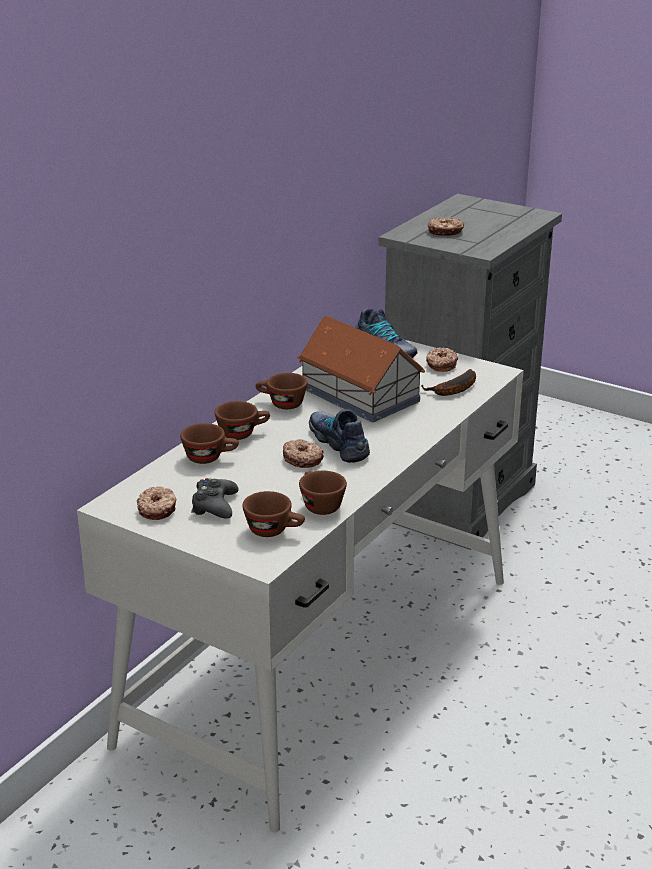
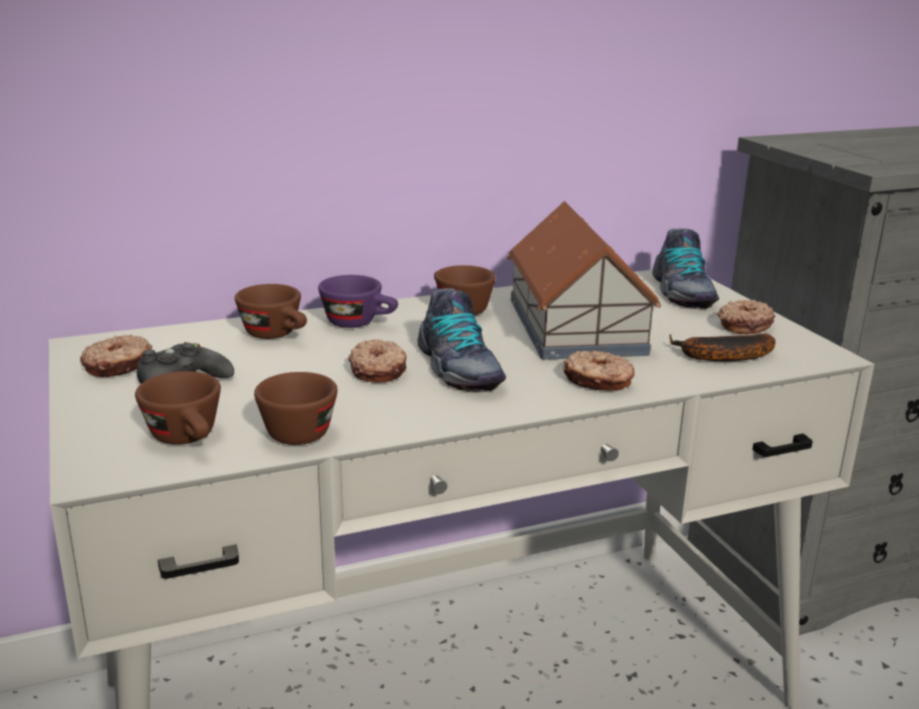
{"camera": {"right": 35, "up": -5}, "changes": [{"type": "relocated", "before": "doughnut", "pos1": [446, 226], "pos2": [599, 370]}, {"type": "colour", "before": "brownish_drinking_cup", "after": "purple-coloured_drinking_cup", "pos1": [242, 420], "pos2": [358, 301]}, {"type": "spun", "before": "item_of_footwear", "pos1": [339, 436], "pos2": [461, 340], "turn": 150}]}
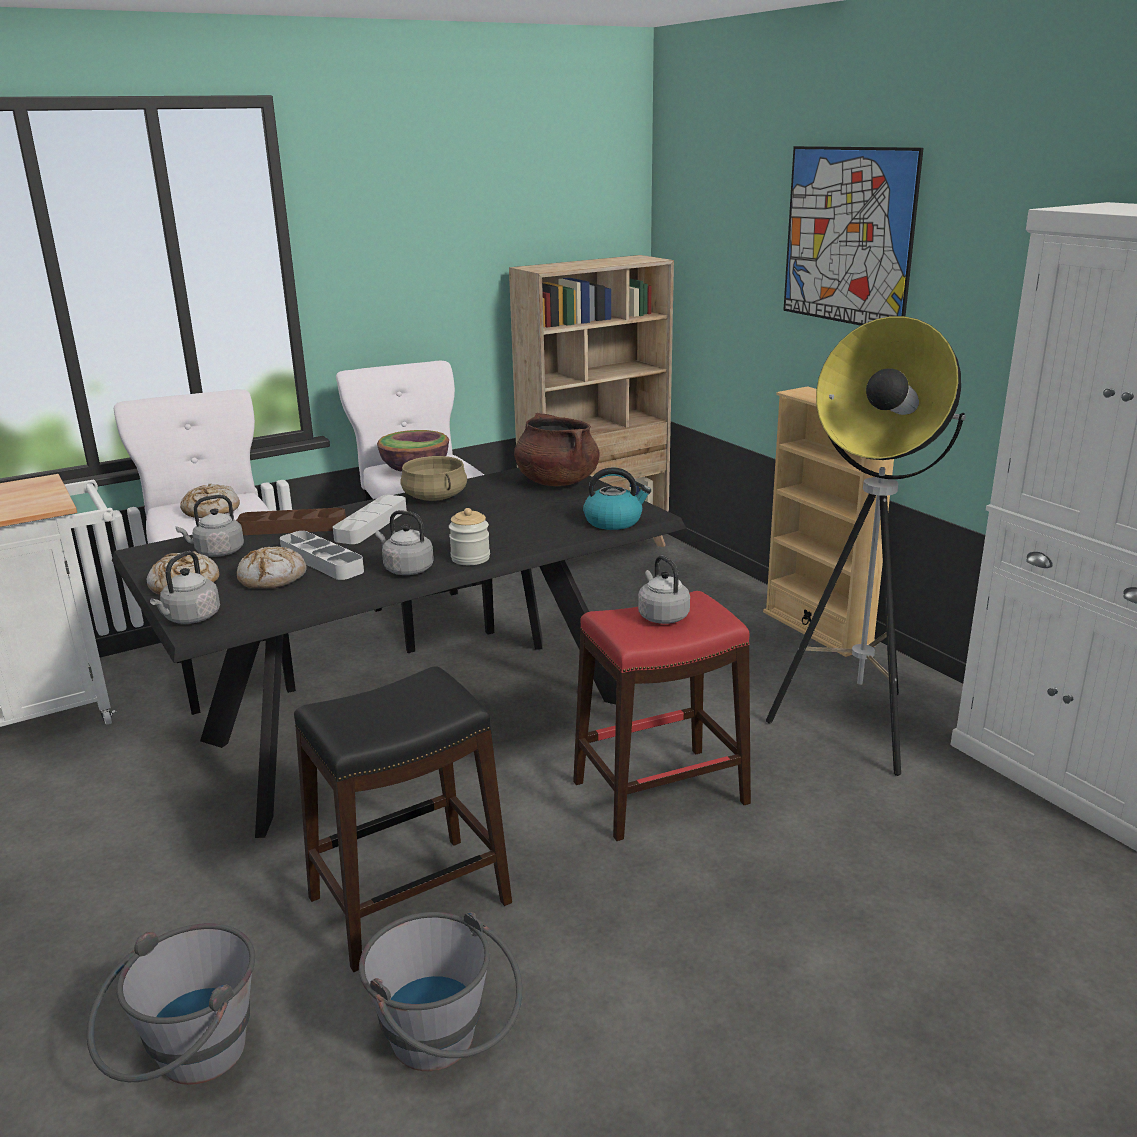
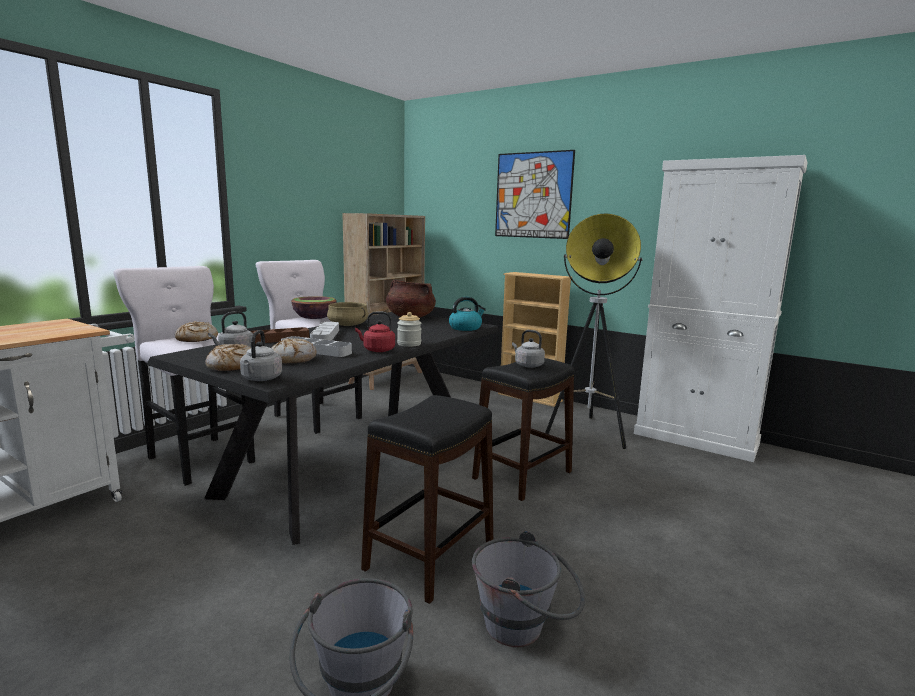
{"camera": {"right": -25, "up": -10}, "changes": [{"type": "colour", "before": "grey_kettle", "after": "red-coloured_kettle", "pos1": [405, 542], "pos2": [375, 332]}, {"type": "colour", "before": "red-coloured_stool_seat", "after": "black_stool_seat", "pos1": [662, 716], "pos2": [523, 429]}]}
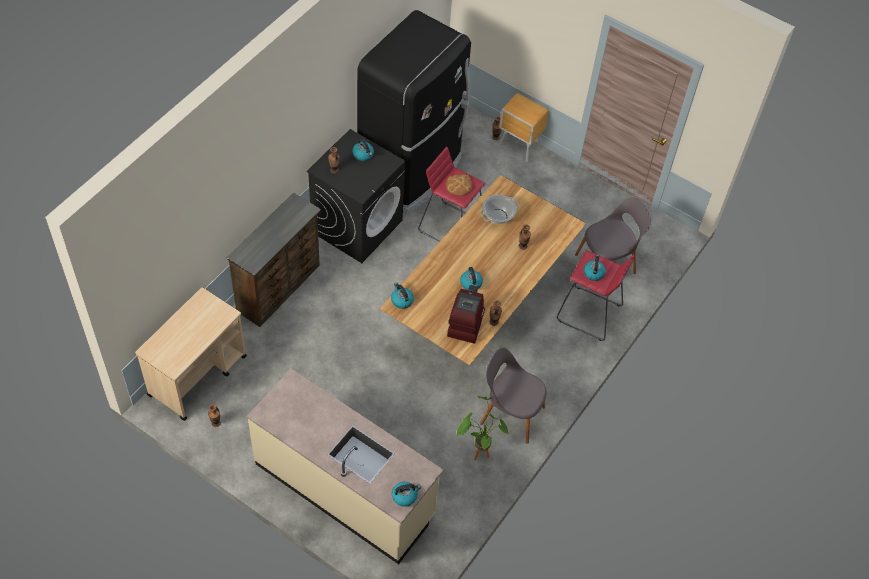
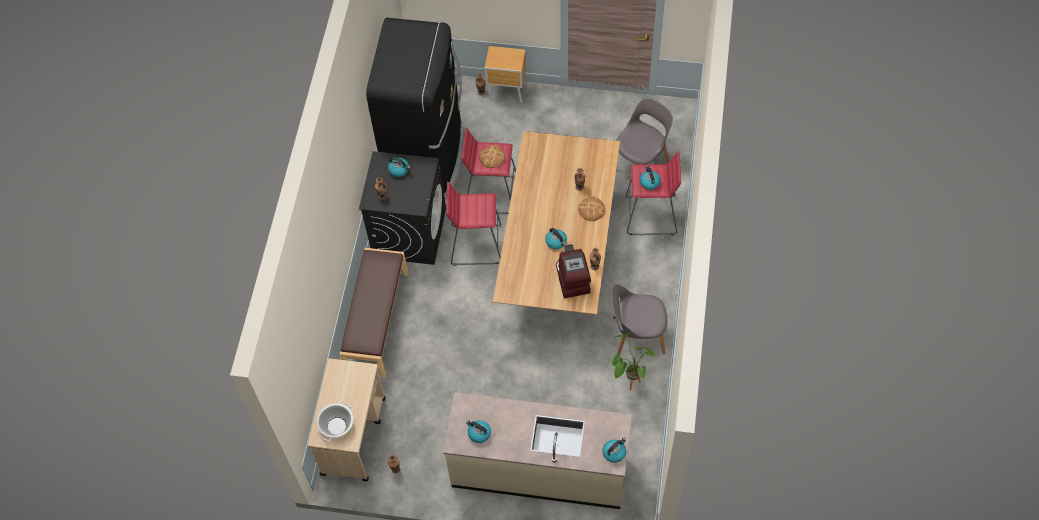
{"camera": {"right": -20, "up": 5}, "changes": [{"type": "appeared", "after": "red-coloured_stool_seat", "pos2": [473, 224]}, {"type": "appeared", "after": "baked_bread", "pos2": [591, 208]}, {"type": "relocated", "before": "kettle", "pos1": [402, 296], "pos2": [478, 431]}, {"type": "relocated", "before": "cooking_pot", "pos1": [499, 209], "pos2": [335, 421]}, {"type": "exchanged", "before": "brownish_dresser", "after": "brownish_long_seat", "pos1": [273, 259], "pos2": [374, 313]}]}
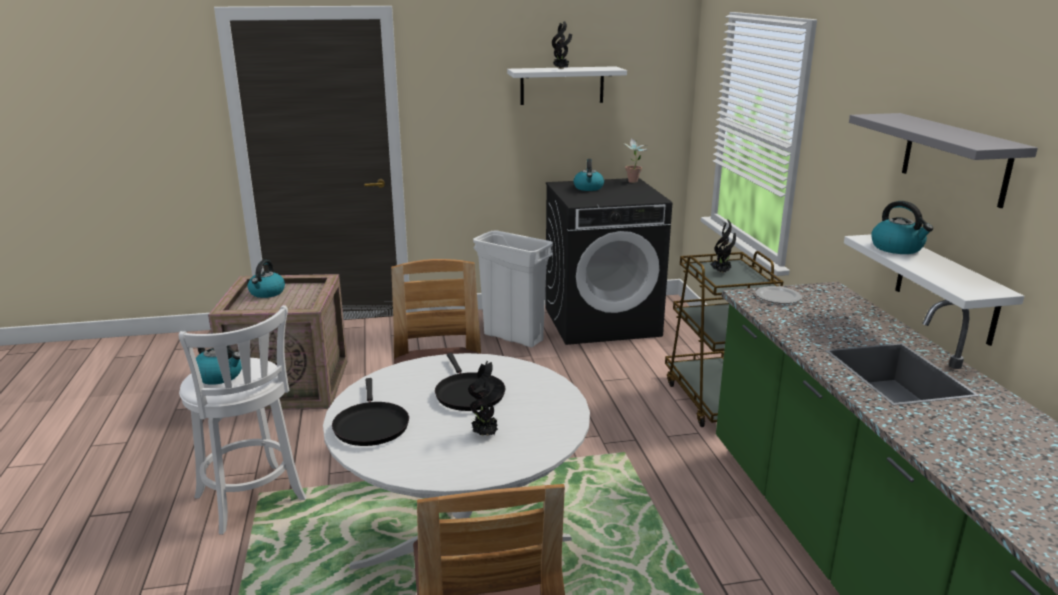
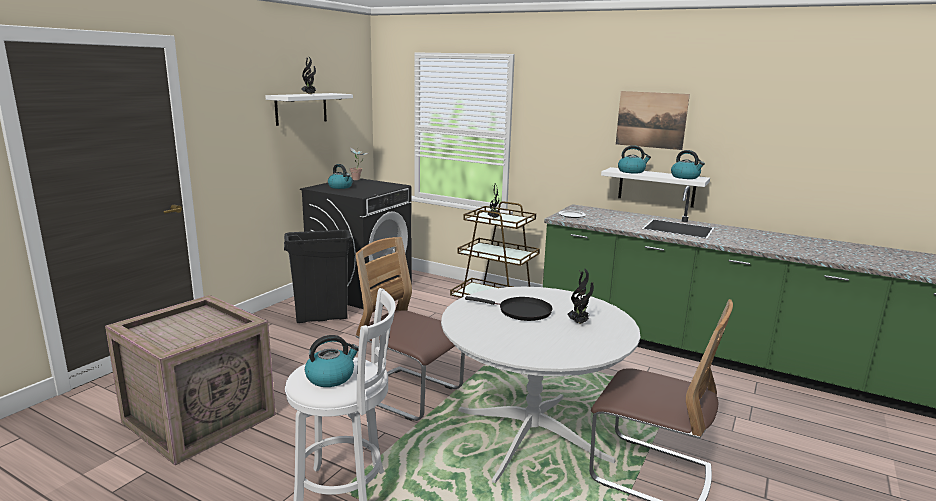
{"camera": {"right": -50, "up": -5}, "changes": [{"type": "missing", "before": "black_pan", "pos1": [370, 412]}, {"type": "relocated", "before": "kettle", "pos1": [266, 279], "pos2": [688, 164]}, {"type": "exchanged", "before": "grey_shelf", "after": "wall_picture", "pos1": [943, 160], "pos2": [653, 120]}, {"type": "colour", "before": "white-coloured_rubbish_bin", "after": "black_rubbish_bin", "pos1": [513, 289], "pos2": [318, 276]}]}
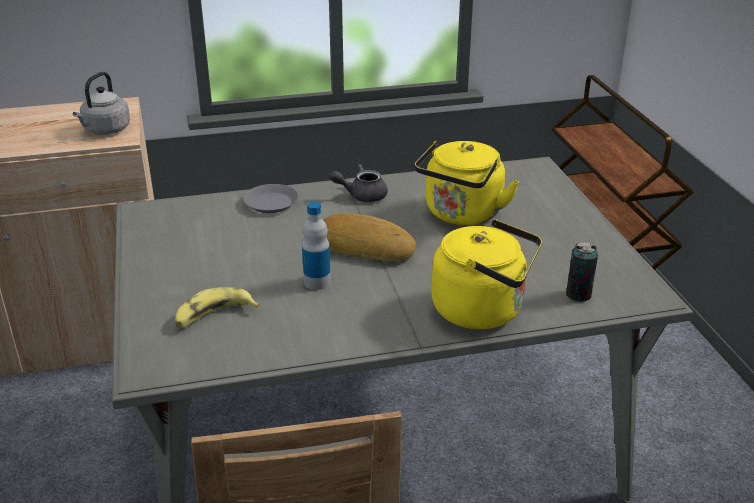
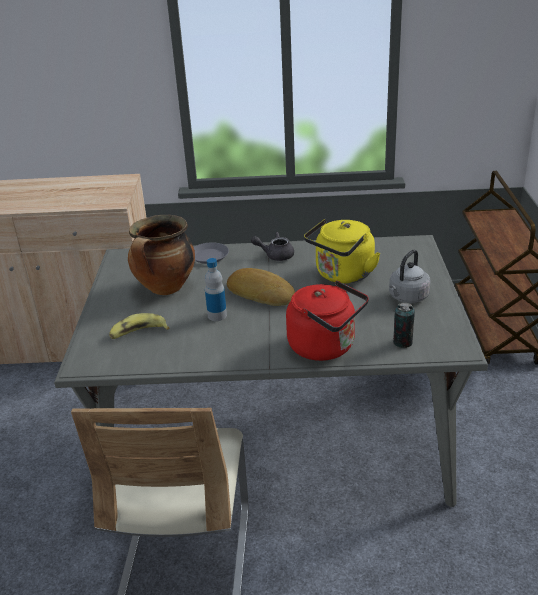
{"camera": {"right": 15, "up": 0}, "changes": [{"type": "appeared", "after": "cooking_pot", "pos2": [161, 255]}, {"type": "relocated", "before": "grey_kettle", "pos1": [101, 103], "pos2": [409, 276]}, {"type": "colour", "before": "yellow_kettle", "after": "red-coloured_kettle", "pos1": [486, 274], "pos2": [327, 321]}]}
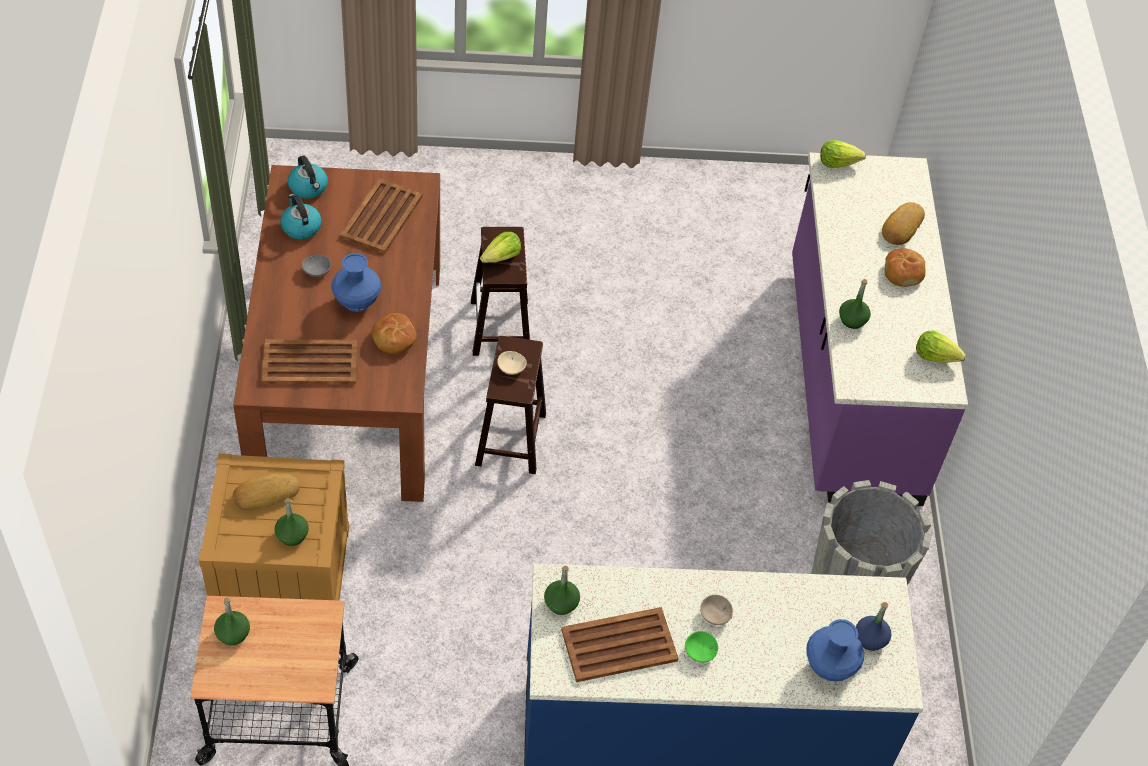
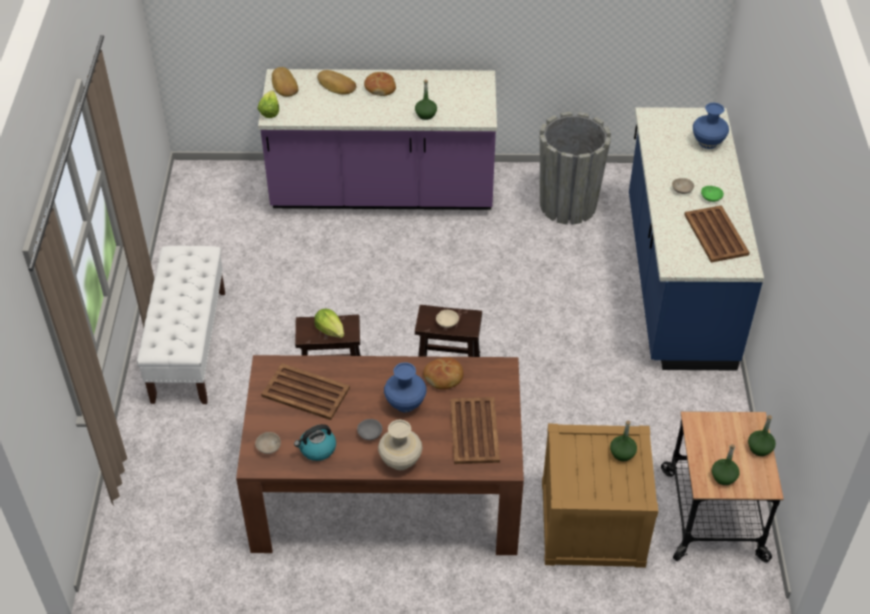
{"camera": {"right": -85, "up": -5}, "changes": [{"type": "missing", "before": "blue_bottle", "pos1": [873, 626]}, {"type": "missing", "before": "head_of_lettuce", "pos1": [941, 346]}, {"type": "appeared", "after": "white-coloured_long_seat", "pos2": [181, 325]}, {"type": "appeared", "after": "beige_decorative_vase", "pos2": [400, 445]}, {"type": "relocated", "before": "baked_bread", "pos1": [266, 492], "pos2": [285, 82]}, {"type": "relocated", "before": "greenish_bottle", "pos1": [562, 590], "pos2": [762, 435]}, {"type": "exchanged", "before": "kettle", "after": "beige_deep_dish", "pos1": [308, 177], "pos2": [268, 443]}]}
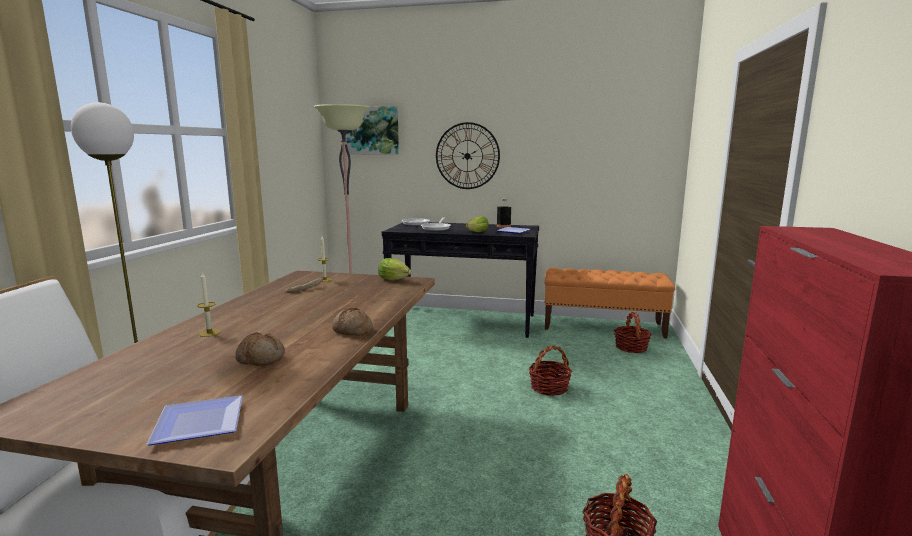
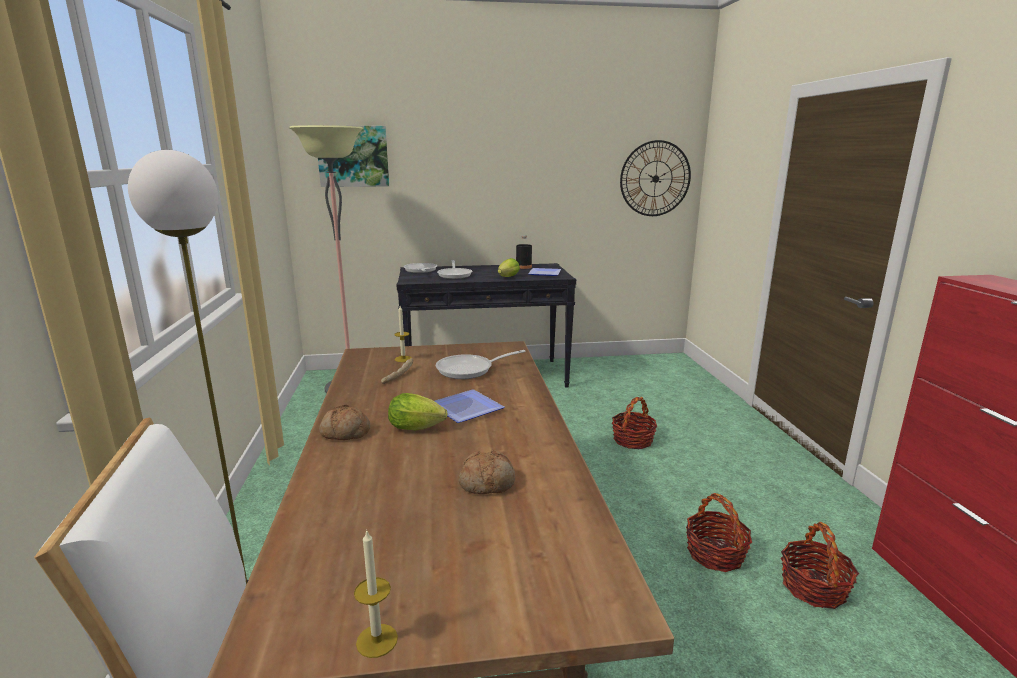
{"camera": {"right": -20, "up": 5}, "changes": [{"type": "missing", "before": "orangey_long_seat", "pos1": [610, 303]}, {"type": "appeared", "after": "pan", "pos2": [481, 364]}, {"type": "relocated", "before": "plate", "pos1": [194, 420], "pos2": [469, 406]}, {"type": "relocated", "before": "wax_light", "pos1": [208, 304], "pos2": [376, 594]}, {"type": "relocated", "before": "baked_bread", "pos1": [352, 322], "pos2": [344, 422]}, {"type": "relocated", "before": "head_of_lettuce", "pos1": [394, 269], "pos2": [417, 412]}, {"type": "relocated", "before": "wall_clock", "pos1": [468, 155], "pos2": [655, 178]}, {"type": "relocated", "before": "storage_basket", "pos1": [633, 332], "pos2": [719, 532]}]}
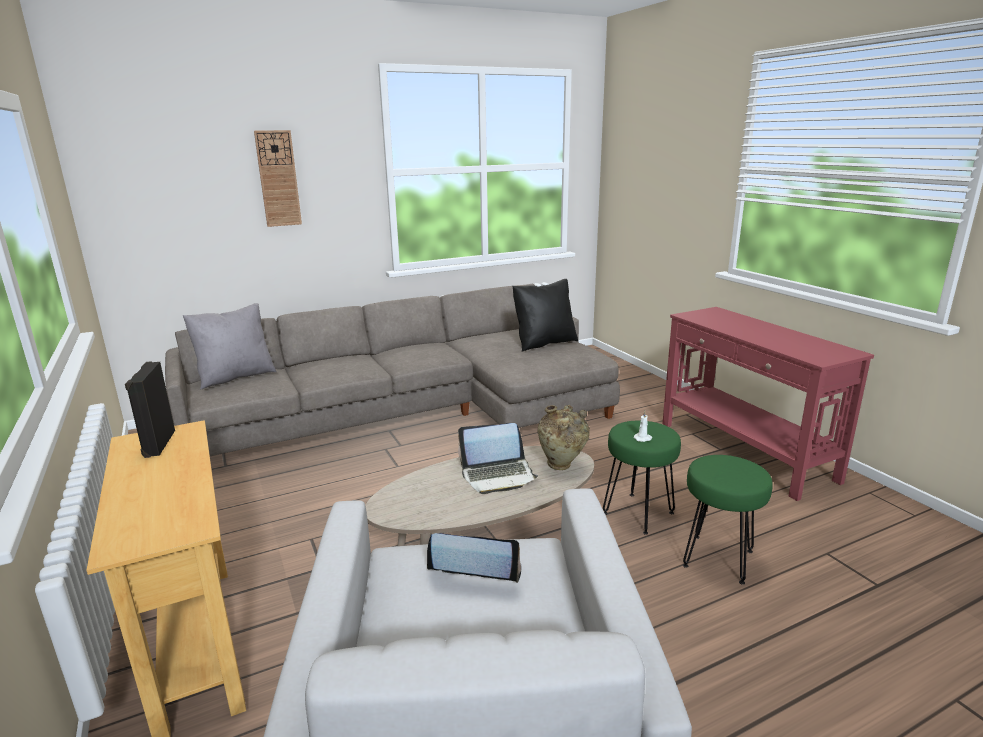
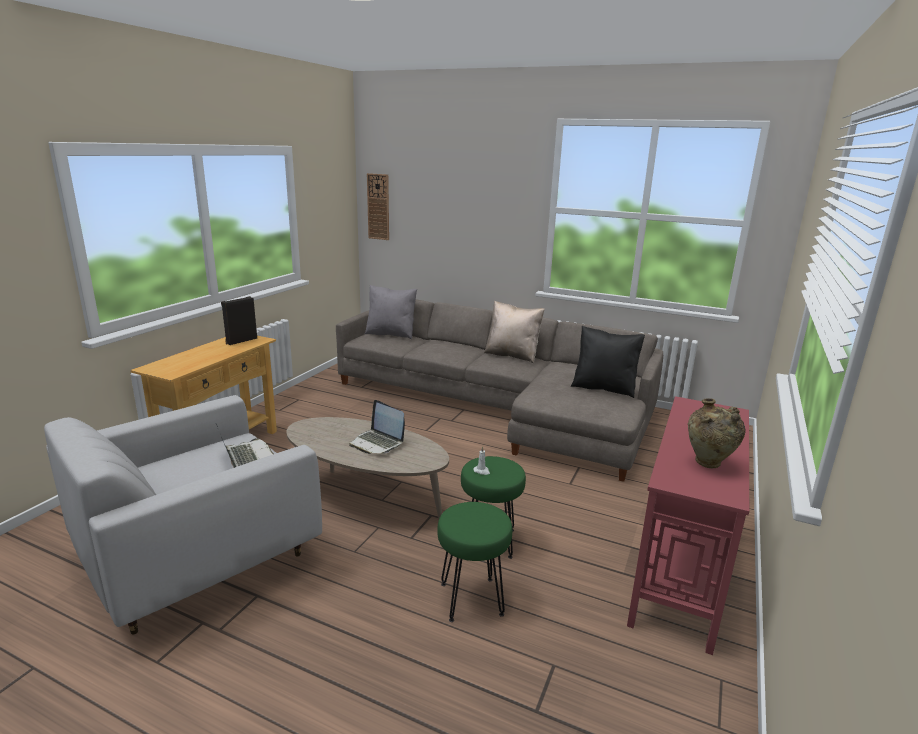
{"camera": {"right": 50, "up": 0}, "changes": [{"type": "appeared", "after": "beige_throw_pillow", "pos2": [514, 331]}, {"type": "relocated", "before": "wall_clock", "pos1": [278, 178], "pos2": [378, 206]}, {"type": "relocated", "before": "beige_decorative_vase", "pos1": [564, 437], "pos2": [717, 433]}]}
